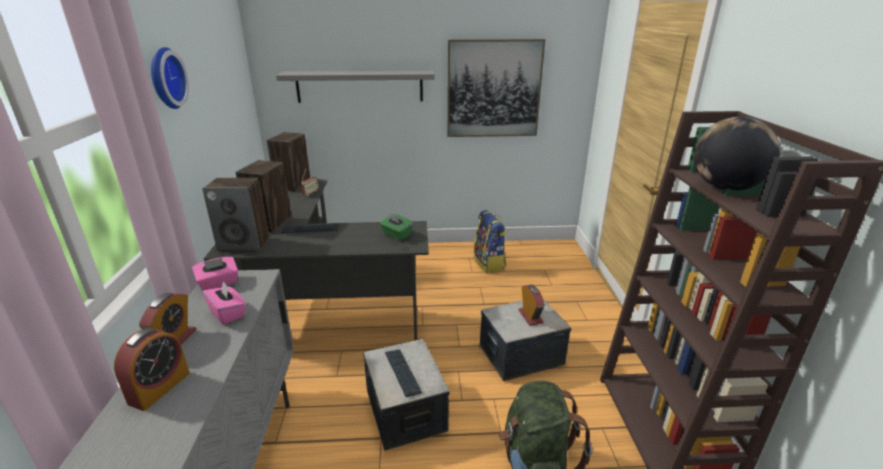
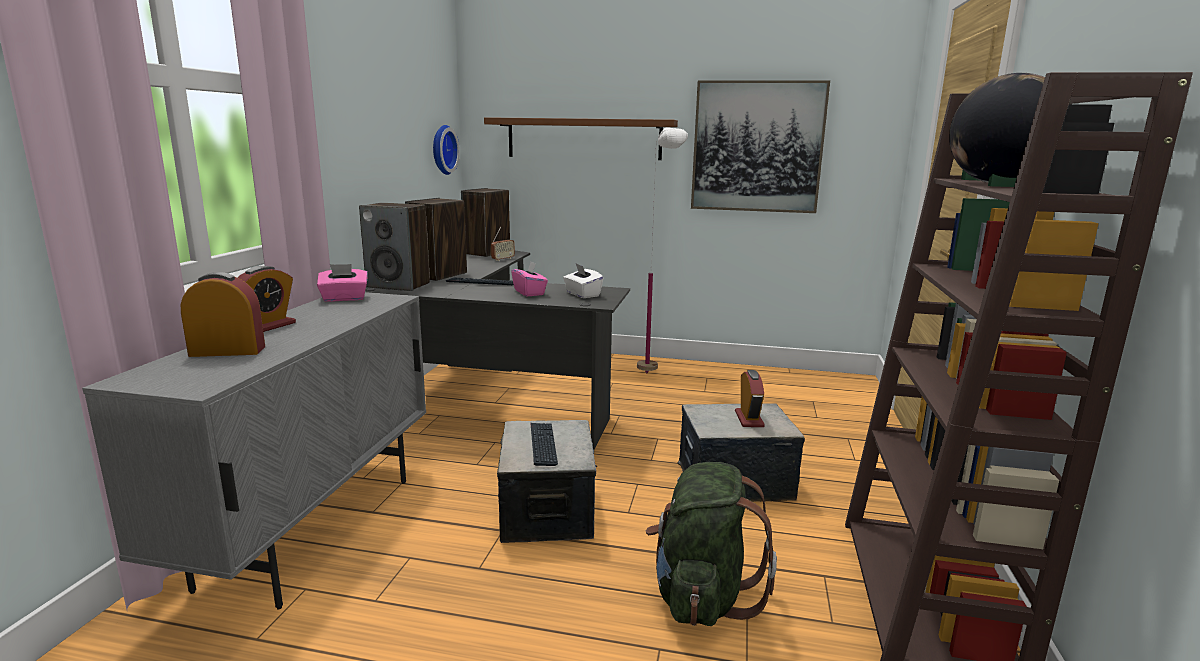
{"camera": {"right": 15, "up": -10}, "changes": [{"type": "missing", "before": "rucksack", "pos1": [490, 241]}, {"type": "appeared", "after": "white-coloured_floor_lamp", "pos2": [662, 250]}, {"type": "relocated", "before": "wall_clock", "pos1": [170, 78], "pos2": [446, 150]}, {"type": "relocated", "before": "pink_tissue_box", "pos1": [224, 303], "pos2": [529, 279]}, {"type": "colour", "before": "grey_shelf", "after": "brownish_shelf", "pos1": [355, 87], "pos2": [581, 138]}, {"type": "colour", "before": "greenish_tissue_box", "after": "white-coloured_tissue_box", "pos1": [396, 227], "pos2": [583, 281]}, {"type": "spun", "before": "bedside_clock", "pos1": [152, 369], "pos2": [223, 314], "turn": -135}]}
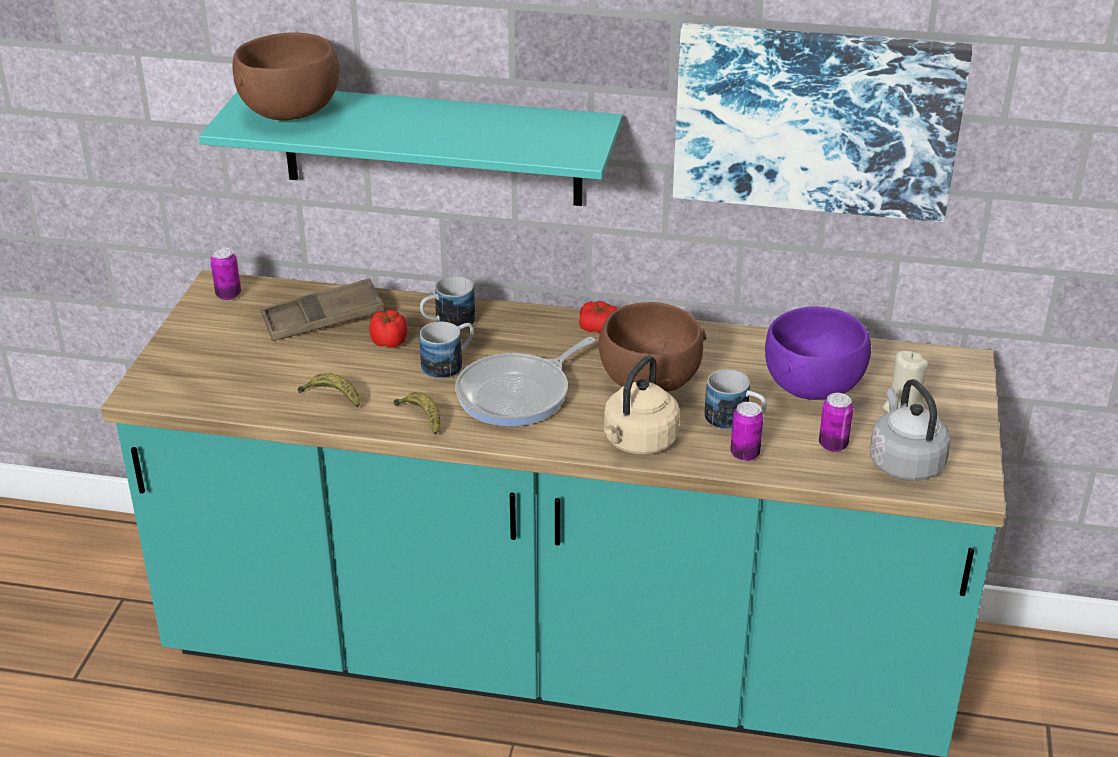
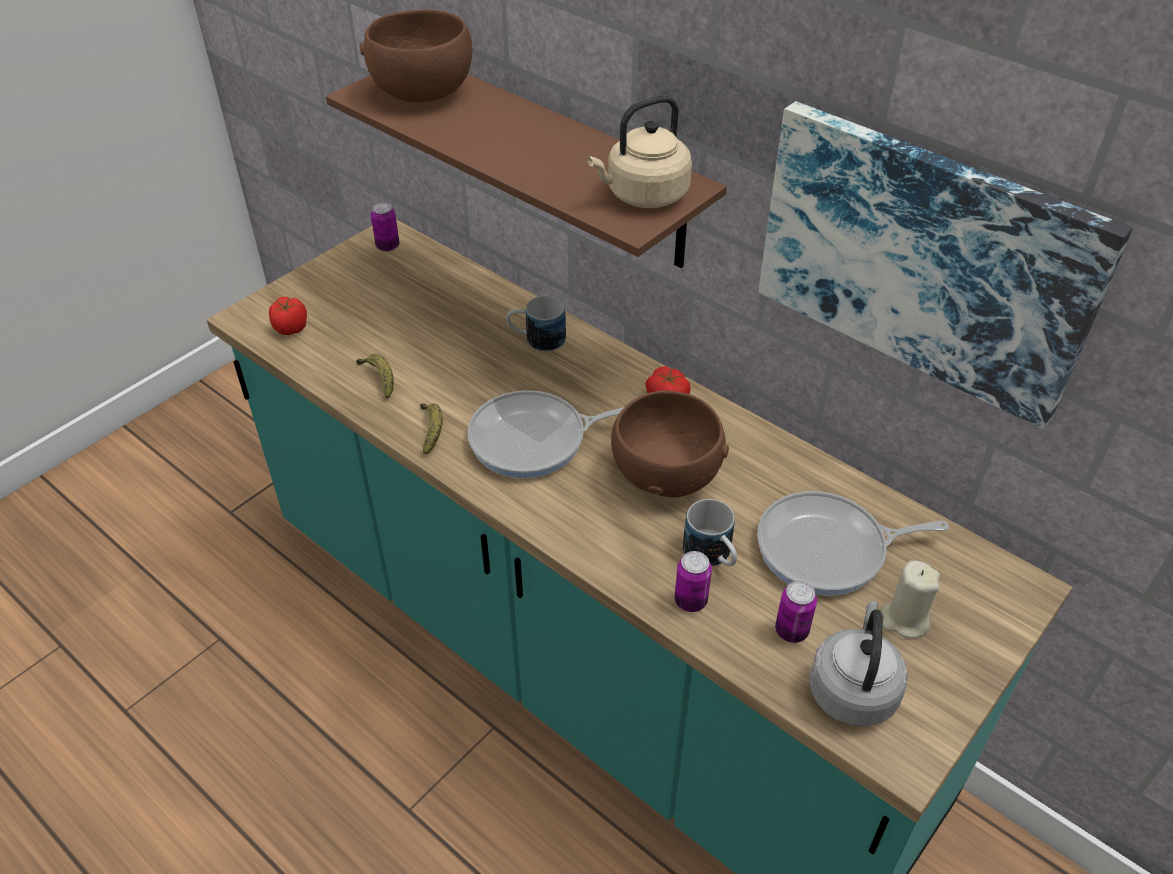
{"camera": {"right": 30, "up": 10}, "changes": [{"type": "missing", "before": "brownish_serving_tray", "pos1": [322, 309]}, {"type": "missing", "before": "mug", "pos1": [447, 350]}, {"type": "relocated", "before": "whole_tomato", "pos1": [388, 328], "pos2": [288, 316]}, {"type": "relocated", "before": "beige_kettle", "pos1": [642, 405], "pos2": [639, 151]}, {"type": "exchanged", "before": "purple-coloured_deep_dish", "after": "pan", "pos1": [818, 353], "pos2": [853, 543]}, {"type": "colour", "before": "turquoise-coloured_shelf", "after": "brownish_shelf", "pos1": [410, 148], "pos2": [526, 171]}]}
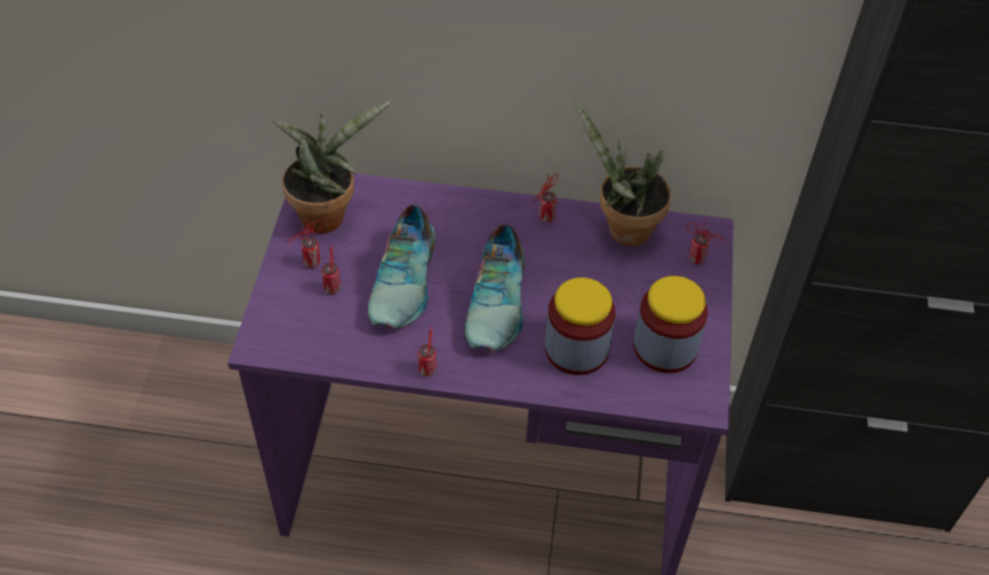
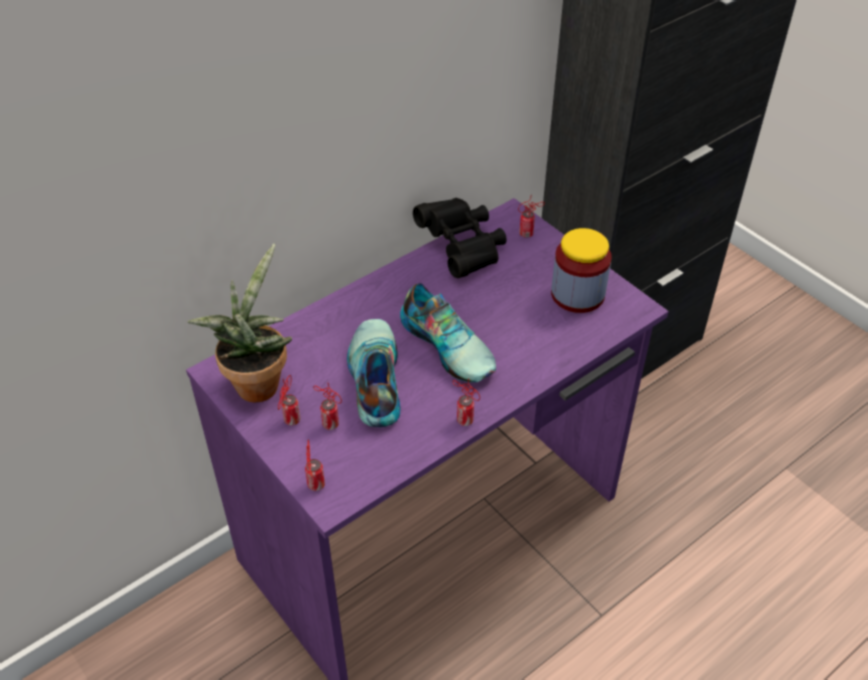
{"camera": {"right": -45, "up": -5}, "changes": [{"type": "missing", "before": "jar", "pos1": [580, 326]}, {"type": "relocated", "before": "sealed_can", "pos1": [546, 197], "pos2": [315, 465]}, {"type": "exchanged", "before": "houseplant", "after": "black_binoculars", "pos1": [624, 174], "pos2": [460, 238]}, {"type": "spun", "before": "item_of_footwear", "pos1": [402, 267], "pos2": [374, 373], "turn": -150}]}
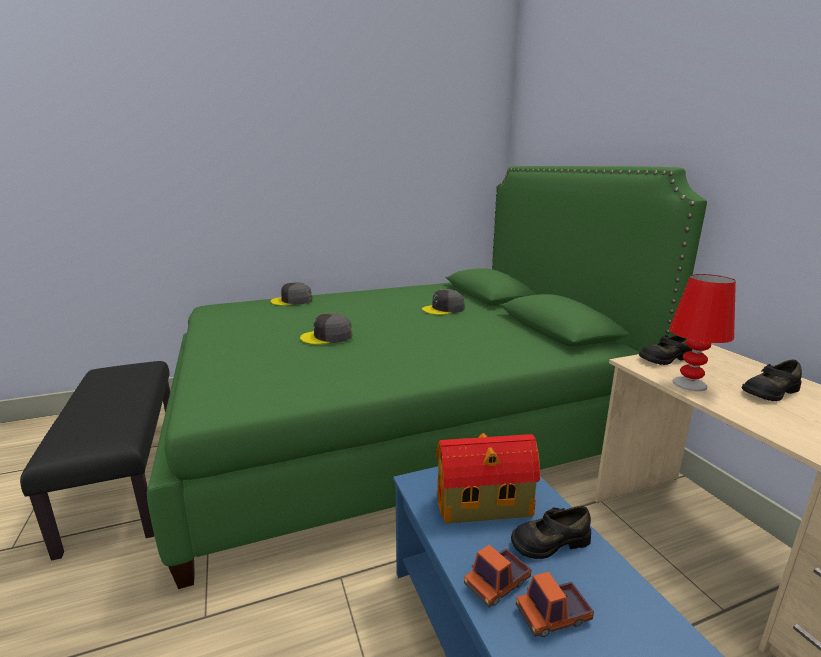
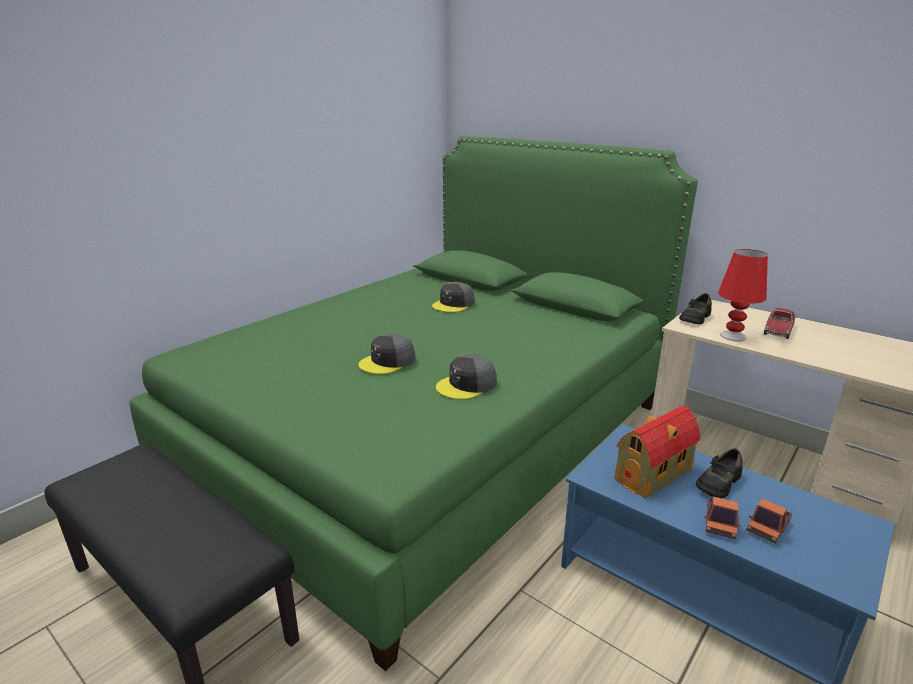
{"camera": {"right": -30, "up": 5}, "changes": [{"type": "relocated", "before": "grey_baseball_cap", "pos1": [291, 294], "pos2": [466, 376]}, {"type": "exchanged", "before": "black_item_of_footwear", "after": "toy_car", "pos1": [771, 380], "pos2": [780, 323]}]}
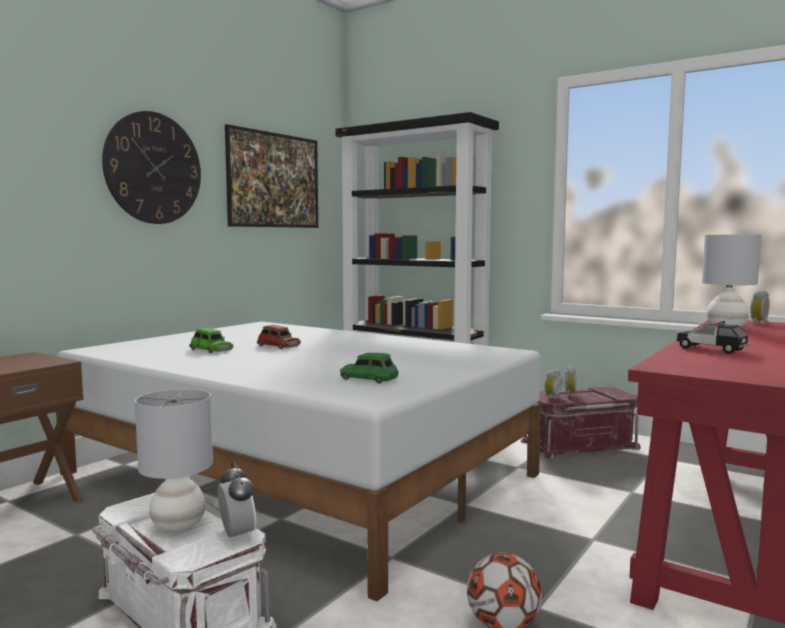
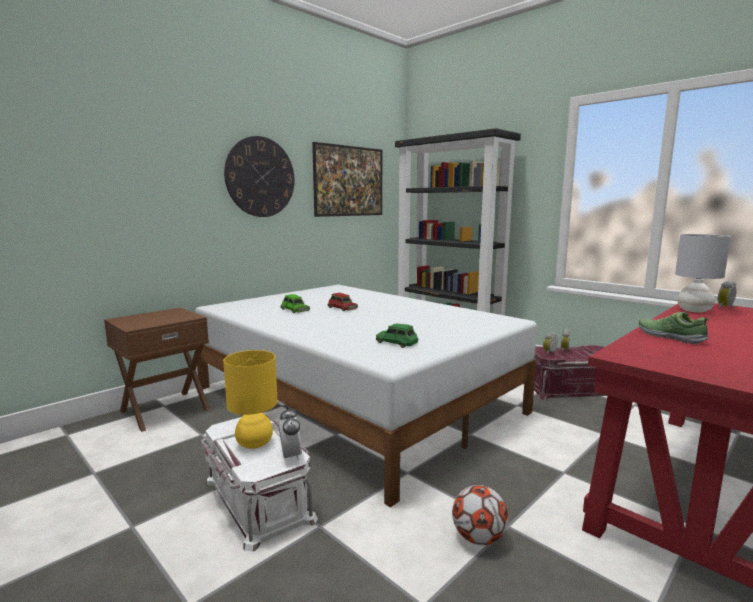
{"camera": {"right": 10, "up": 5}, "changes": [{"type": "exchanged", "before": "toy_car", "after": "item_of_footwear", "pos1": [712, 337], "pos2": [674, 327]}, {"type": "colour", "before": "grey_lamp_for_a_table", "after": "yellow_lamp_for_a_table", "pos1": [174, 460], "pos2": [250, 399]}]}
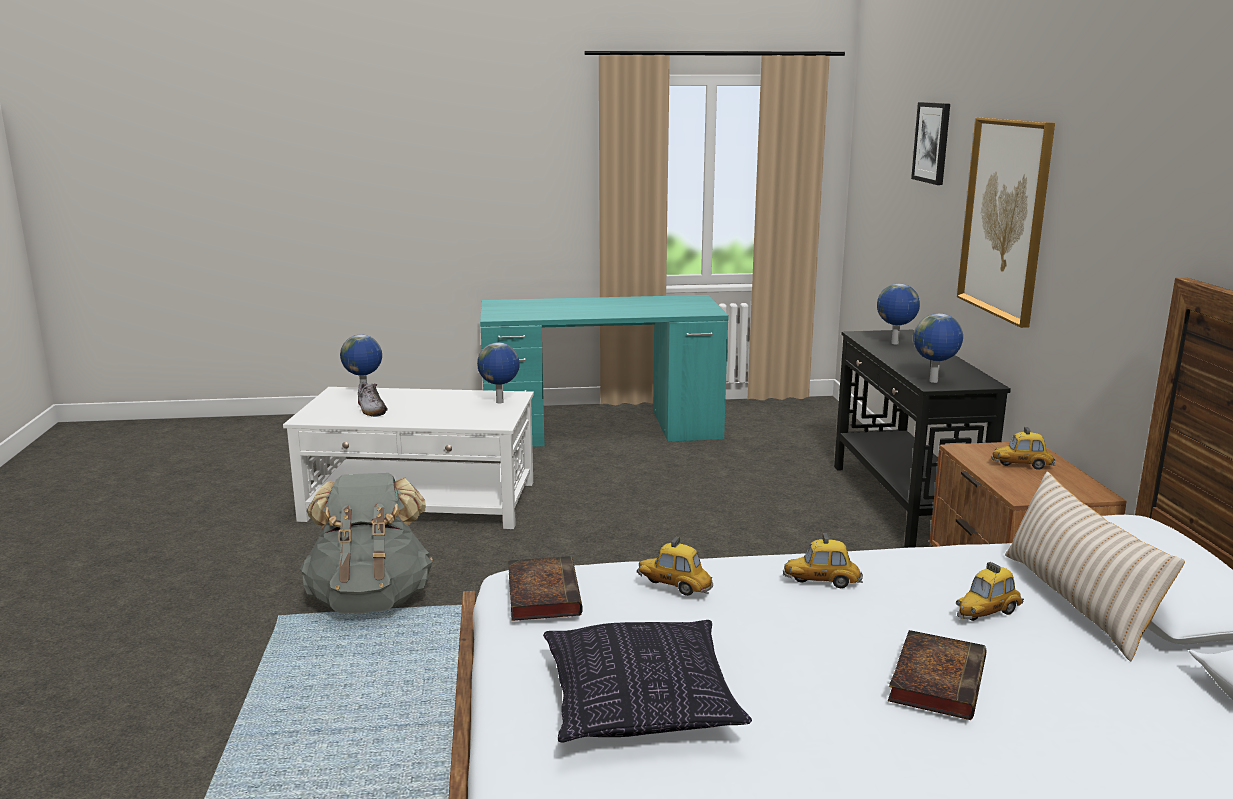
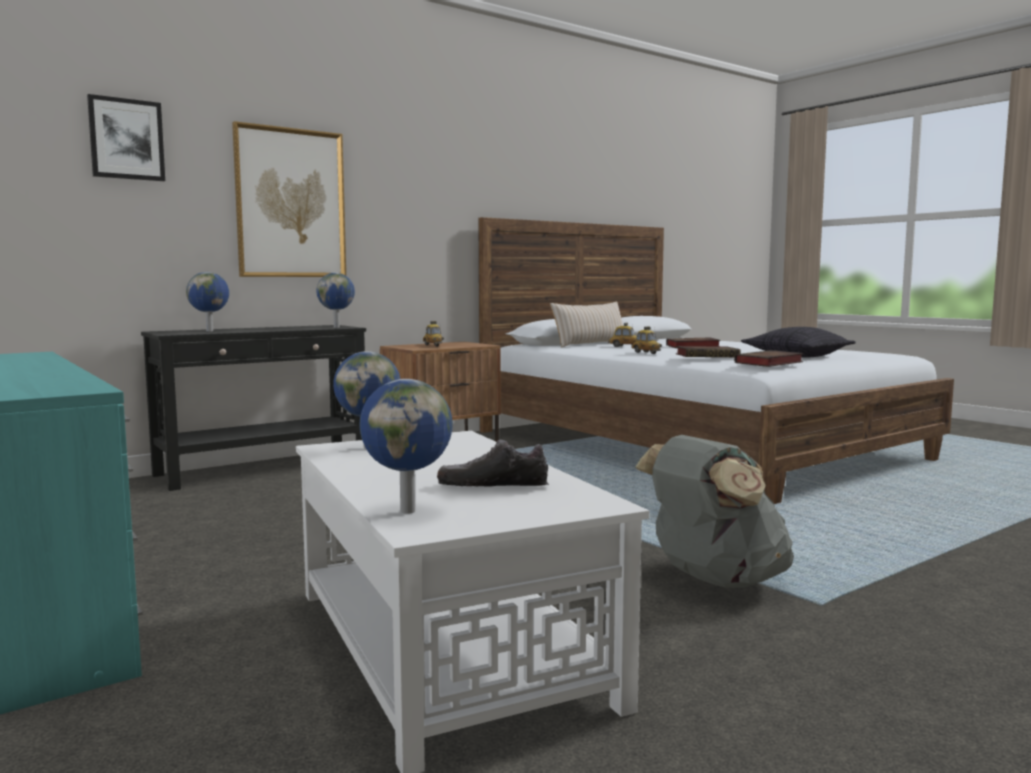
{"camera": {"right": -120, "up": -10}, "changes": [{"type": "exchanged", "before": "toy_car", "after": "book", "pos1": [675, 566], "pos2": [708, 351]}, {"type": "spun", "before": "item_of_footwear", "pos1": [373, 399], "pos2": [493, 463], "turn": -120}]}
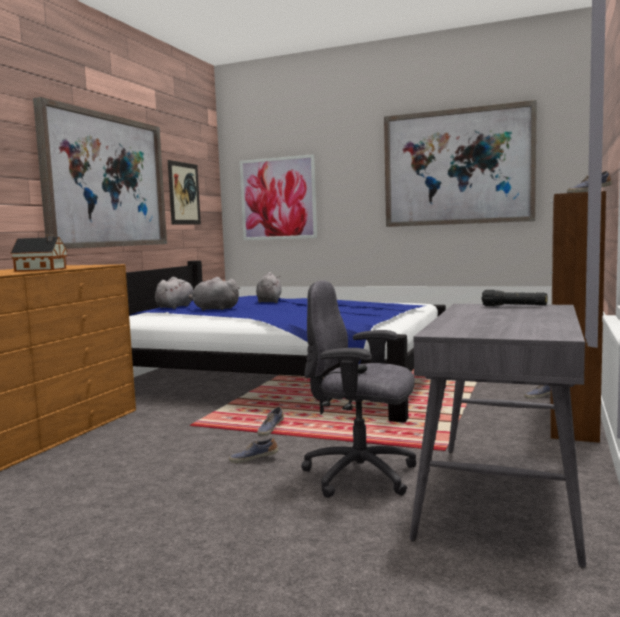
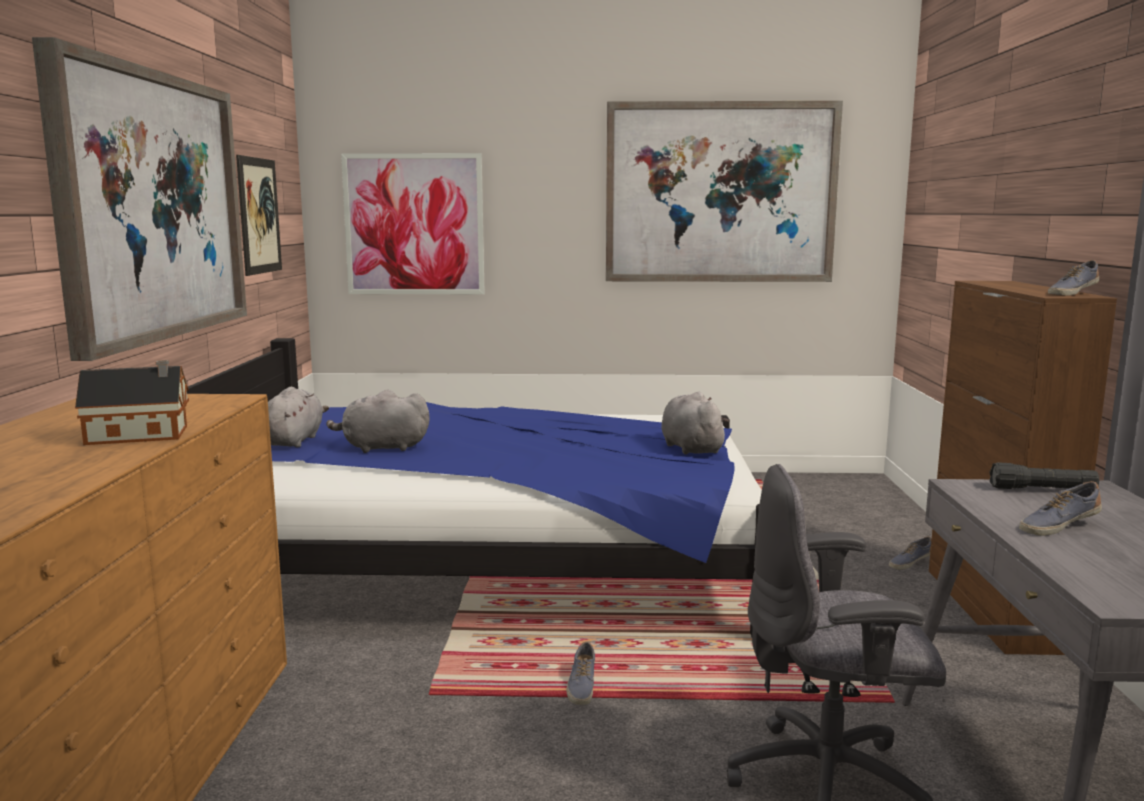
{"camera": {"right": -20, "up": 5}, "changes": [{"type": "relocated", "before": "item_of_footwear", "pos1": [253, 450], "pos2": [1060, 508]}, {"type": "relocated", "before": "grey_cuddly_toy", "pos1": [268, 287], "pos2": [696, 423]}]}
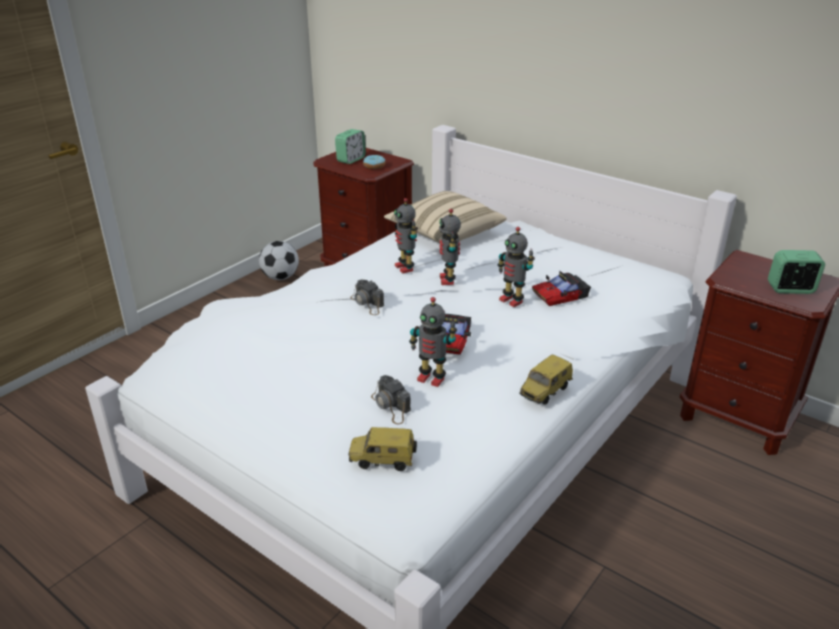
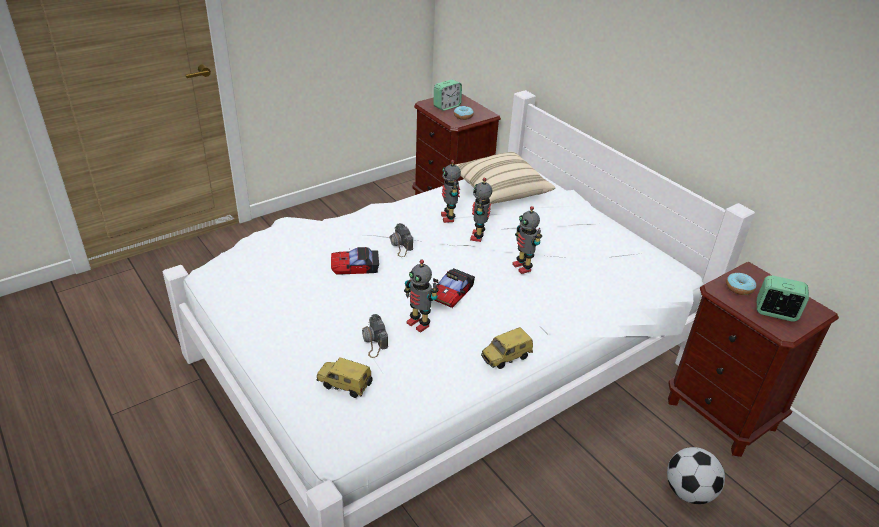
{"camera": {"right": 15, "up": 5}, "changes": [{"type": "appeared", "after": "doughnut", "pos2": [741, 284]}, {"type": "relocated", "before": "football_ball", "pos1": [279, 260], "pos2": [696, 475]}, {"type": "relocated", "before": "toy_car", "pos1": [561, 288], "pos2": [355, 261]}]}
